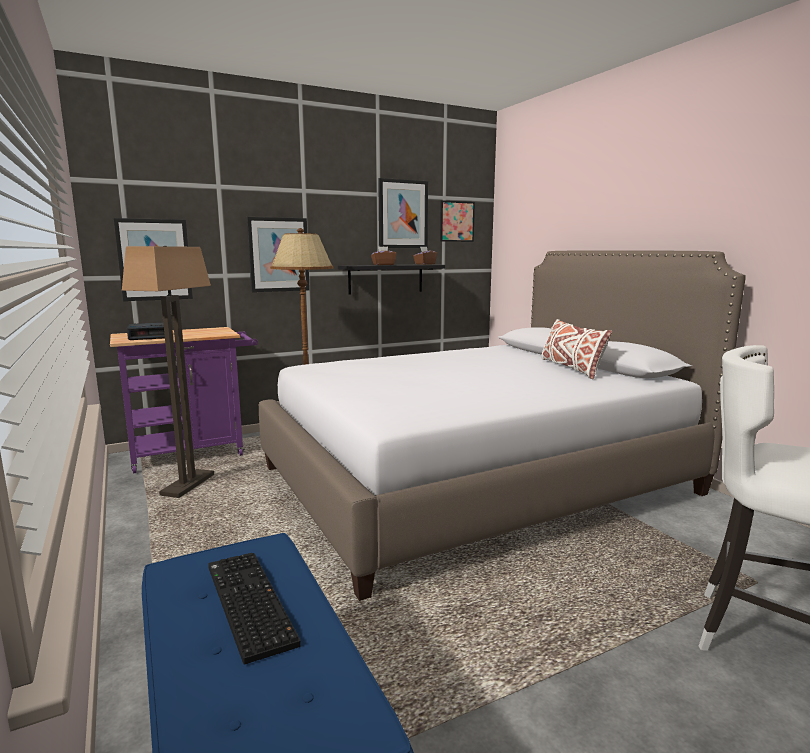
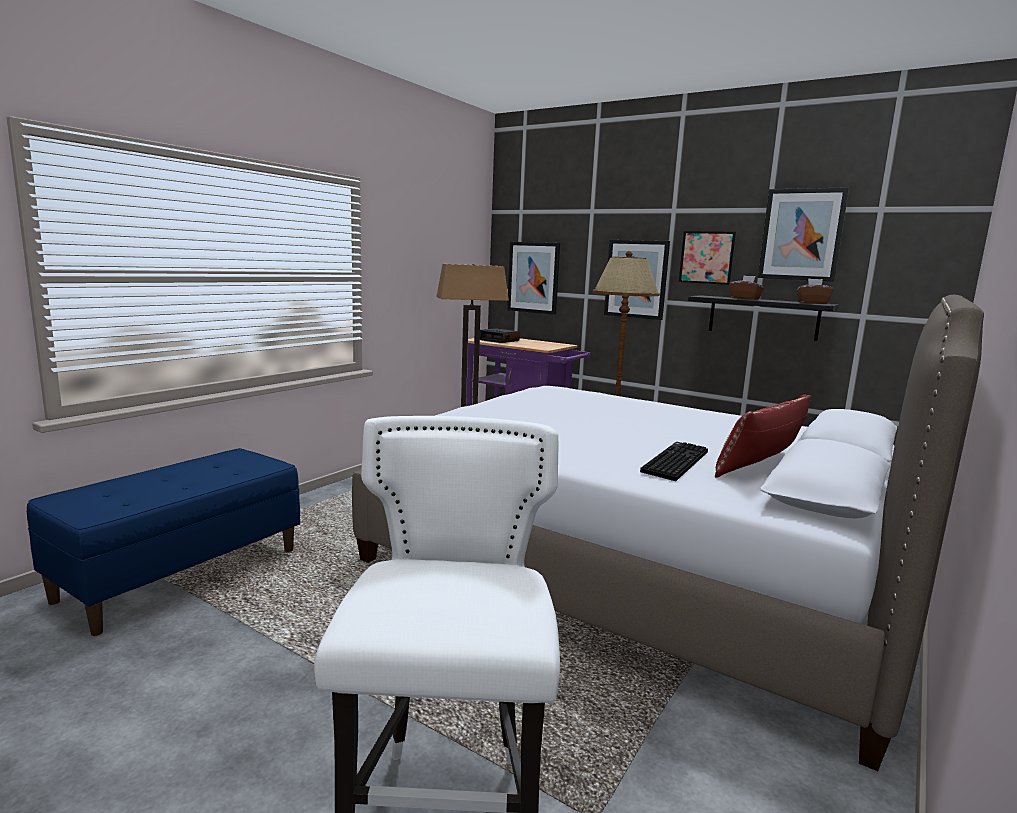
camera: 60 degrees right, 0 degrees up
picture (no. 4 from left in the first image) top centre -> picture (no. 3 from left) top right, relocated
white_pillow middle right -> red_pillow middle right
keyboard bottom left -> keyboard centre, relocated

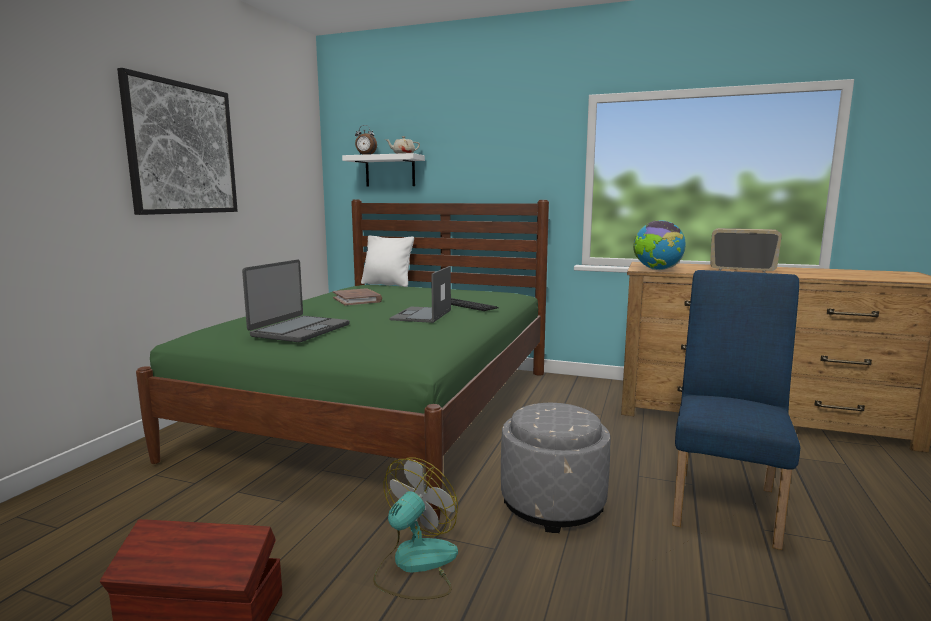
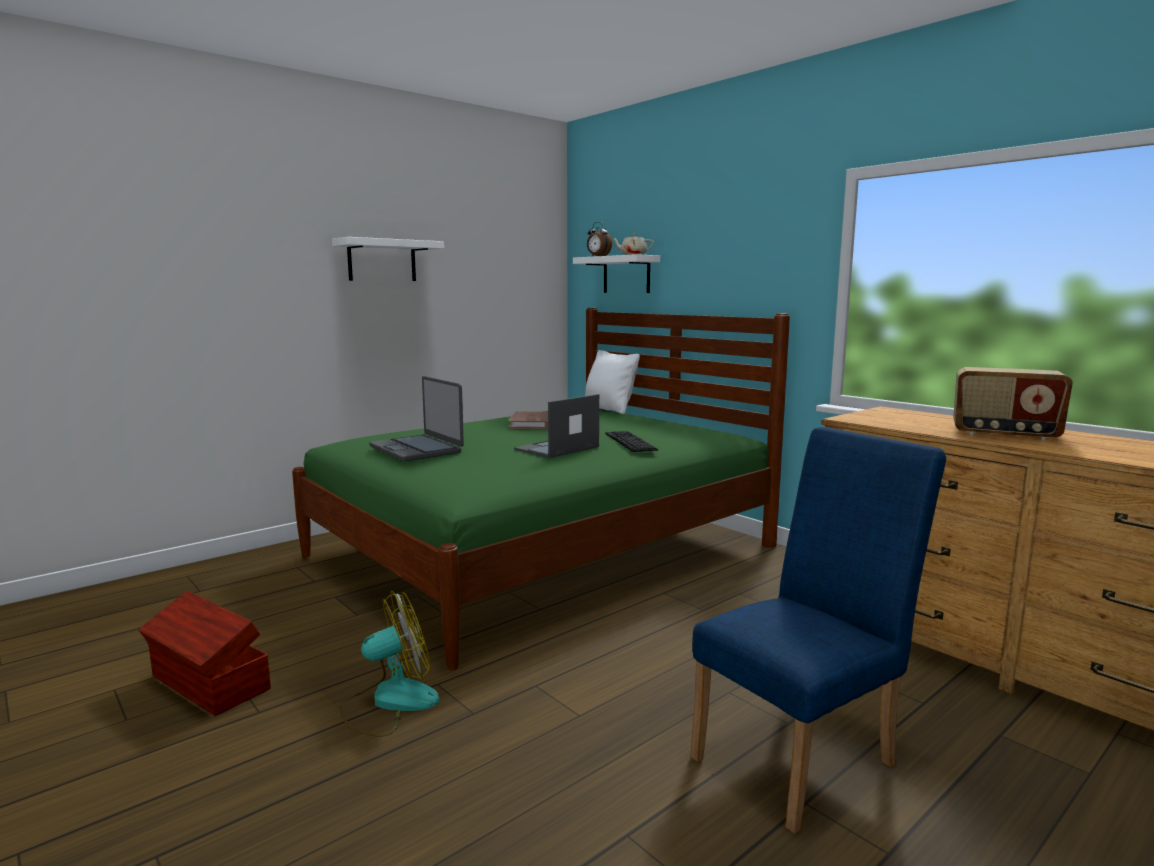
camera: 30 degrees right, 0 degrees up
picture top left -> white_shelf (no. 1 from left) top centre
globe middle right -> none
radio middle right, 150 degrees clockwise
laptop (no. 1 from left) middle left -> laptop (no. 1 from left) centre, 90 degrees clockwise
grey_ottoman bottom centre -> none

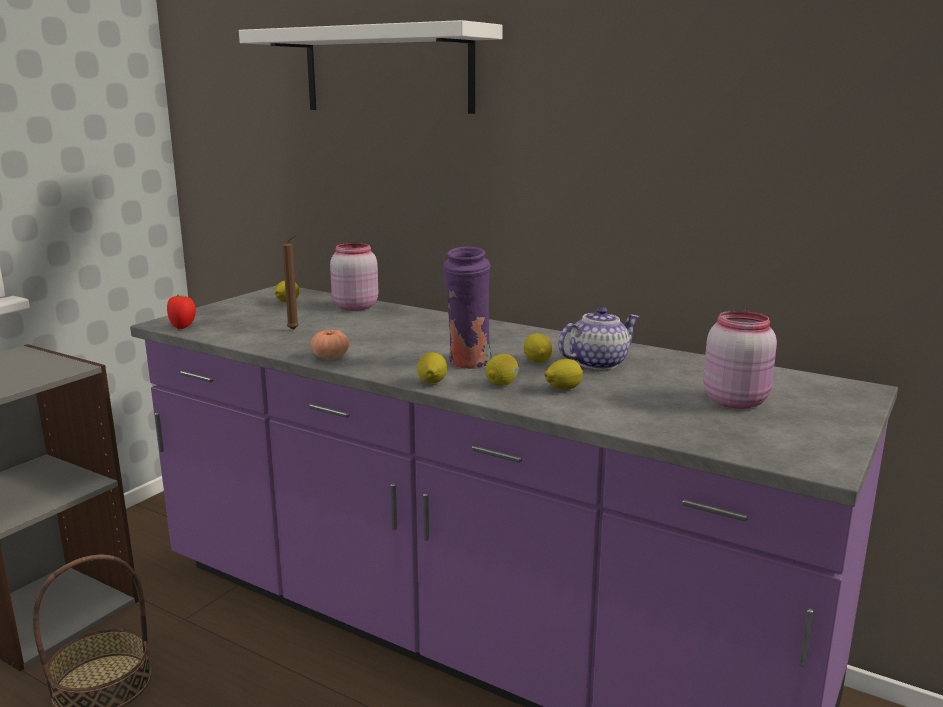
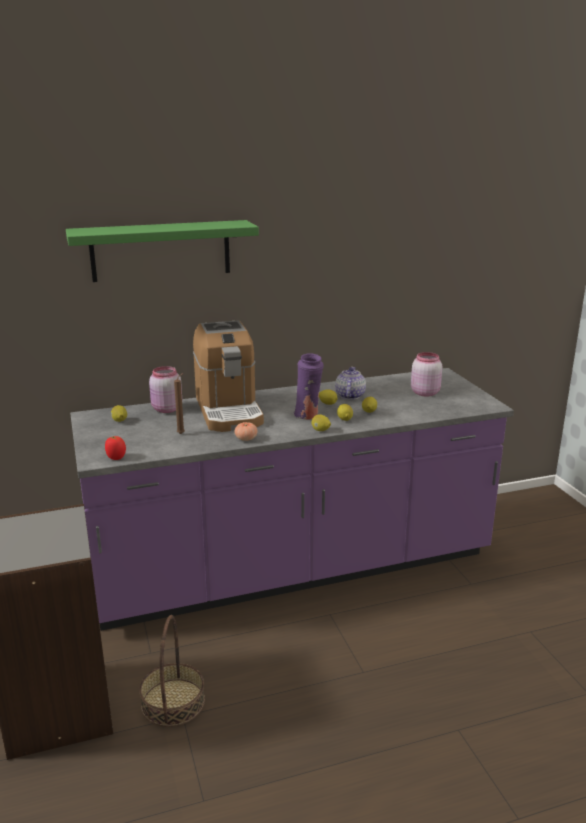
camera: 50 degrees left, 5 degrees up
white_shelf top centre -> green_shelf top left
none -> coffee_machine centre

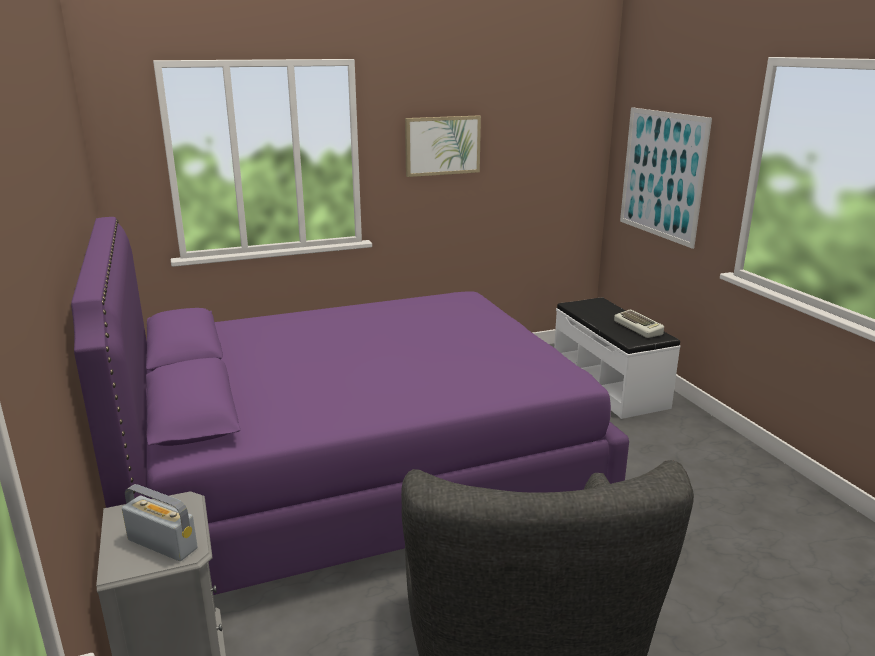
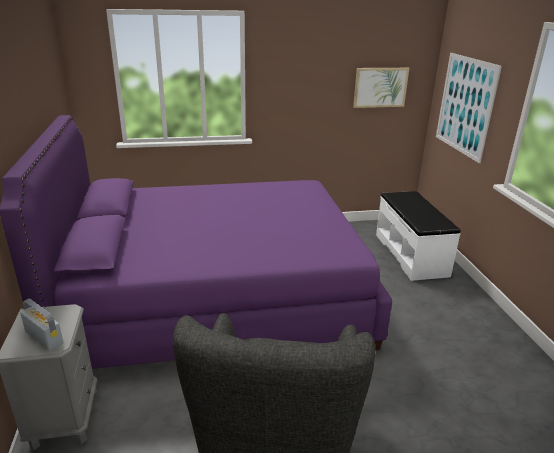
camera: 10 degrees right, 5 degrees up
picture (no. 1 from left) top centre -> picture (no. 1 from left) top right, relocated
keyboard middle right -> none

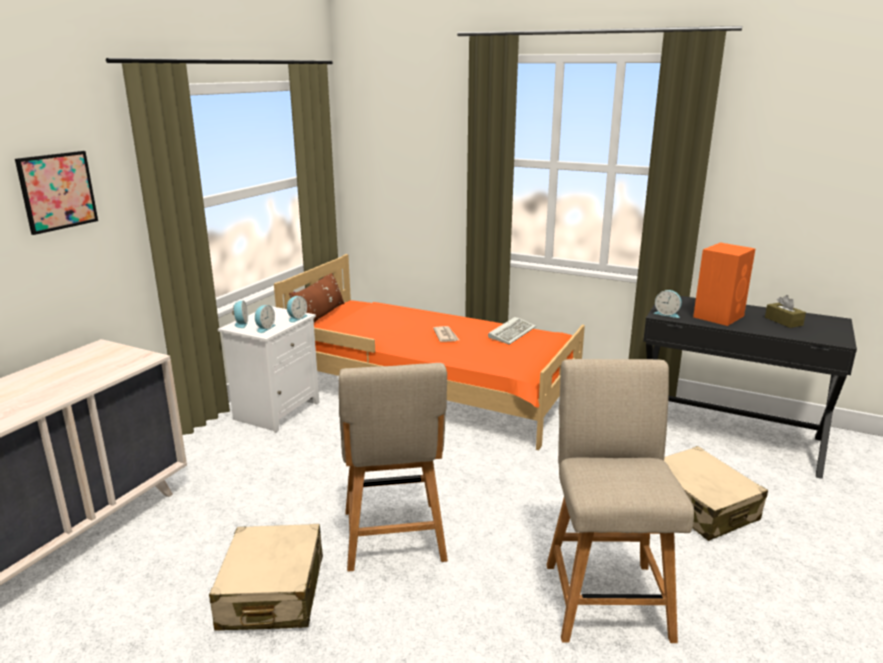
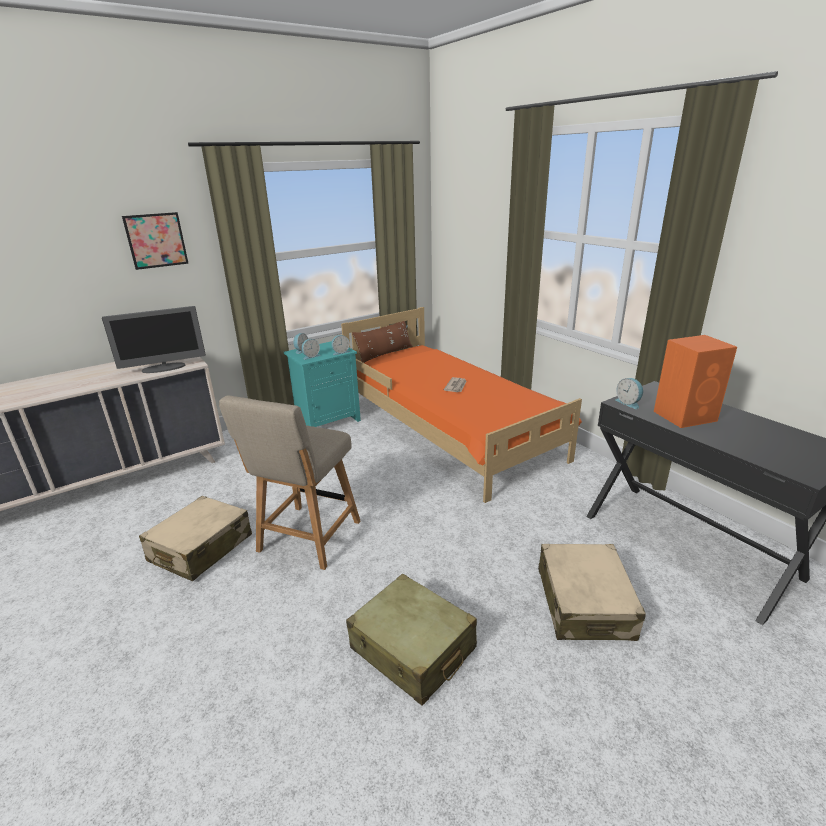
camera: 30 degrees right, 5 degrees up
brown_tissue_box middle right -> none
white_nightstand middle left -> turquoise_nightstand centre
keyboard centre -> none
beige_chair (no. 2 from left) bottom right -> beige_suitcase (no. 2 from left) bottom centre
none -> monitor middle left

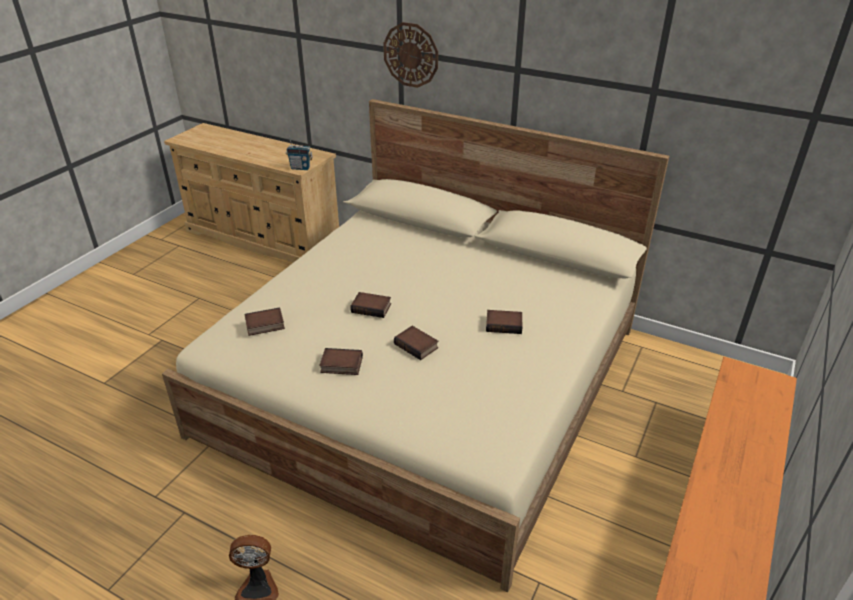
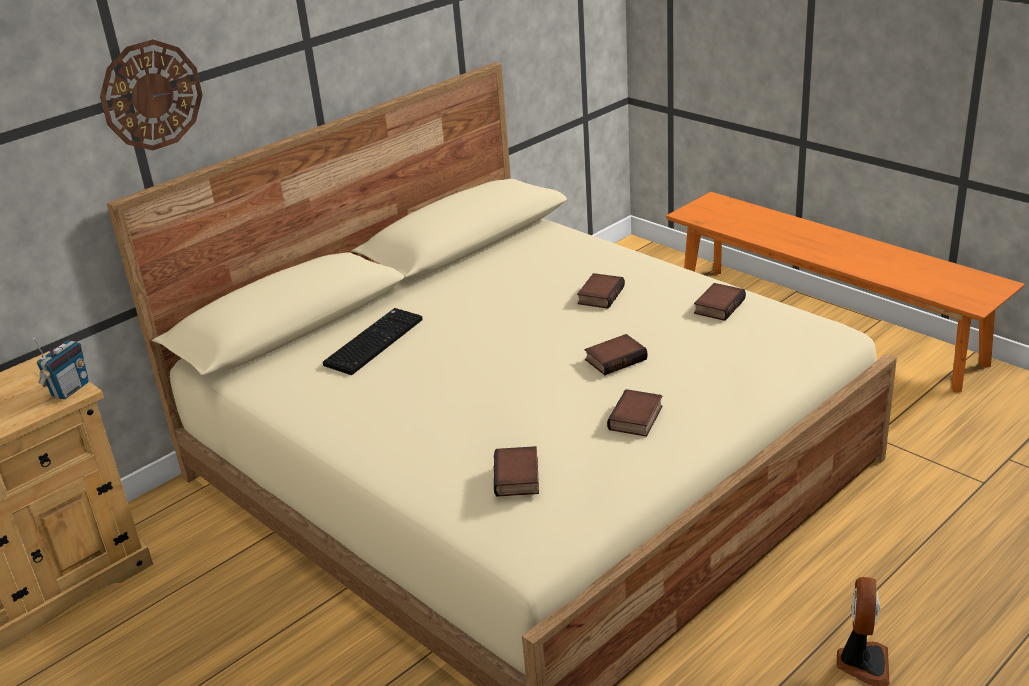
camera: 70 degrees left, 5 degrees down
book (no. 3 from left in the first image) centre -> book (no. 5 from left) middle right, relocated
none -> keyboard centre

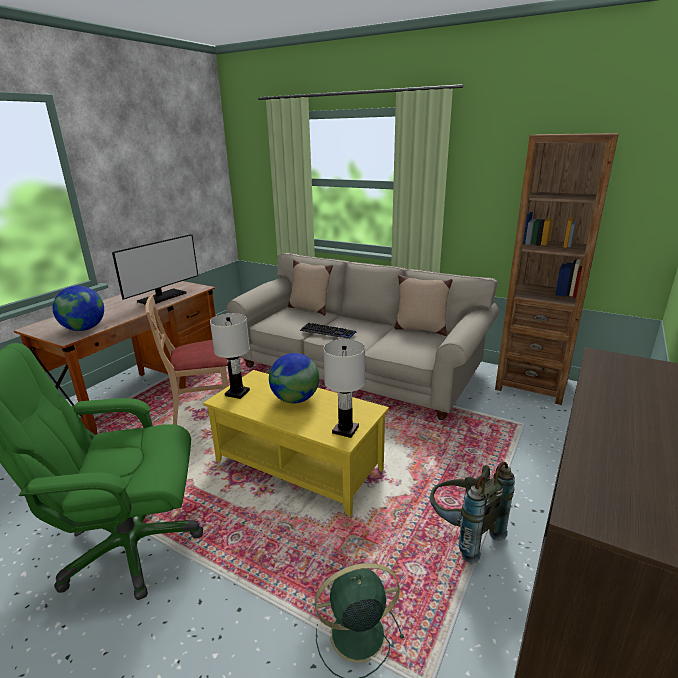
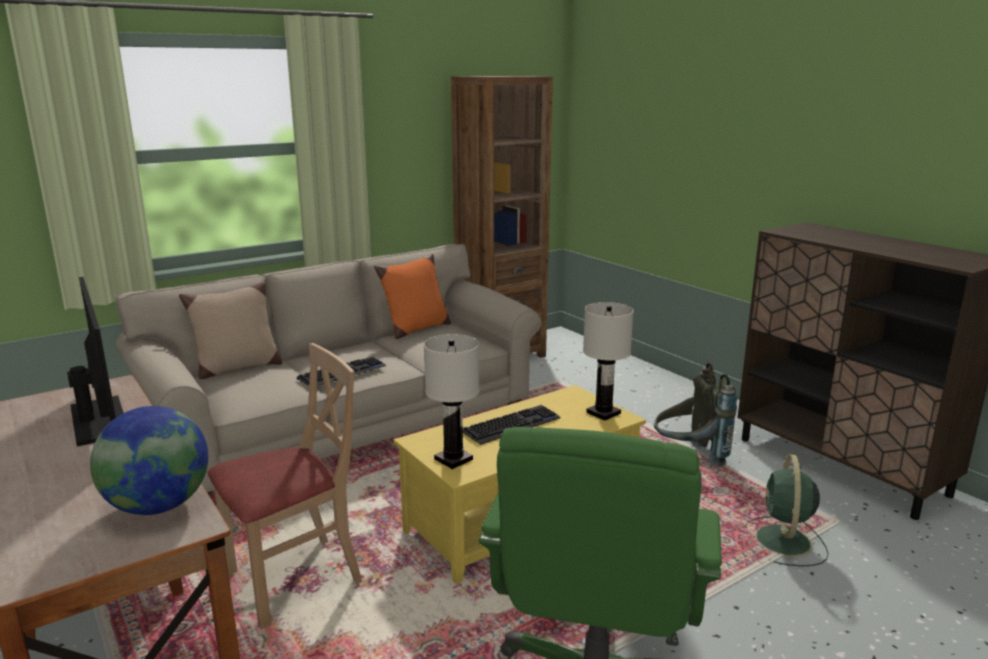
camera: 65 degrees left, 5 degrees down
beige_pillow (no. 2 from left) centre -> orange_pillow centre
beige_chair middle left -> beige_chair bottom left, 135 degrees counterclockwise
globe (no. 2 from left) centre -> keyboard (no. 2 from left) centre

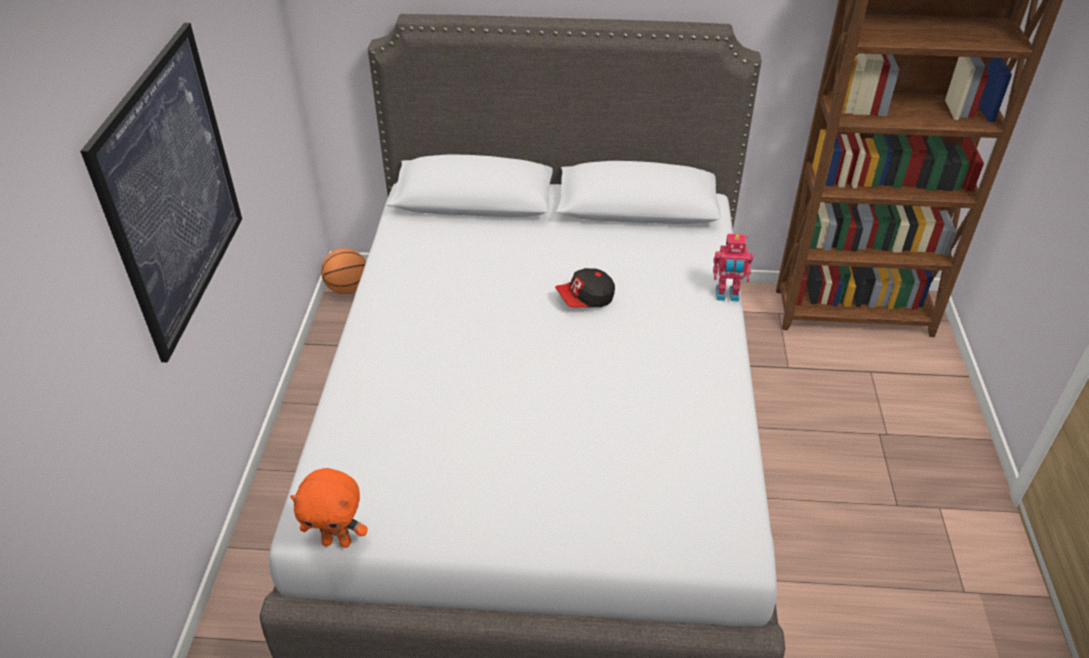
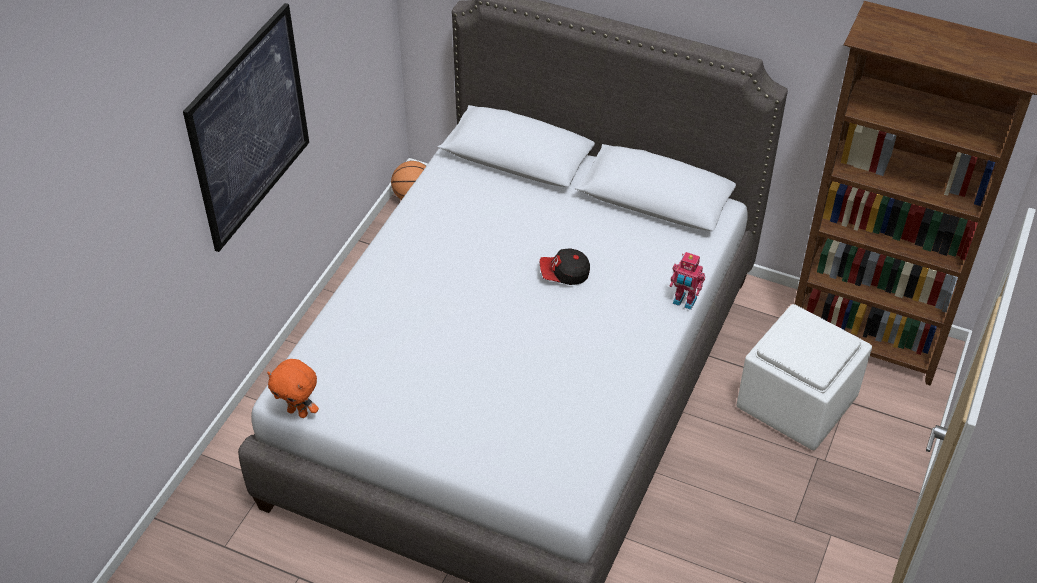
camera: 20 degrees right, 5 degrees up
none -> white_ottoman middle right

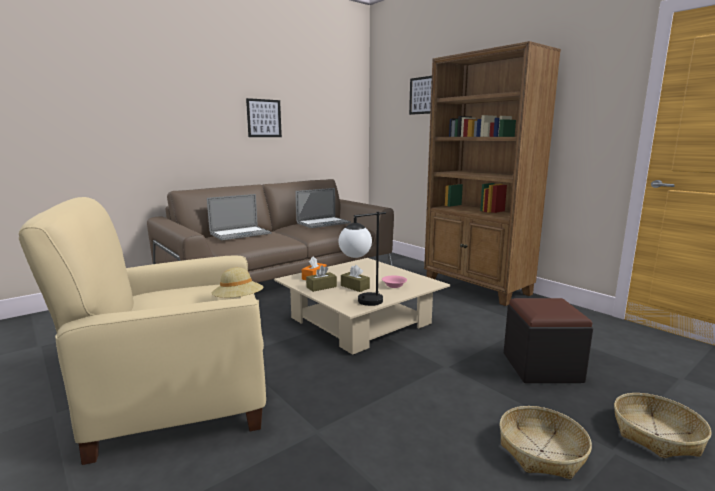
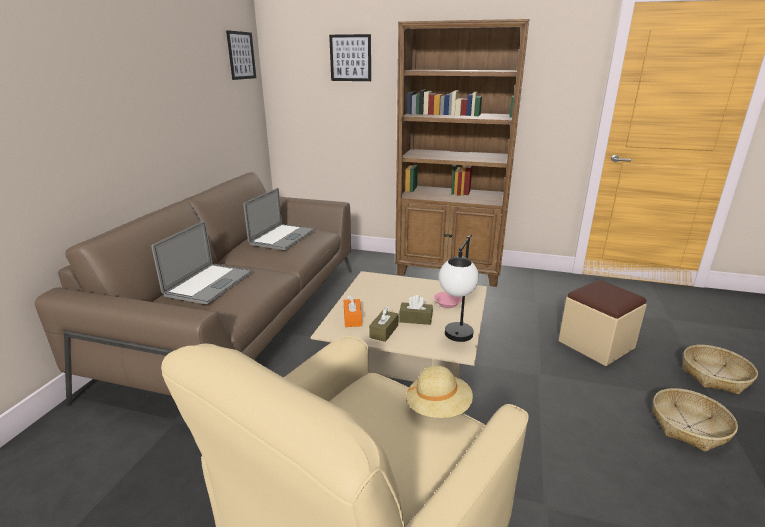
camera: 35 degrees left, 10 degrees up
picture (no. 1 from left) top centre -> picture (no. 1 from left) top left, relocated
black_ottoman bottom right -> beige_ottoman middle right

